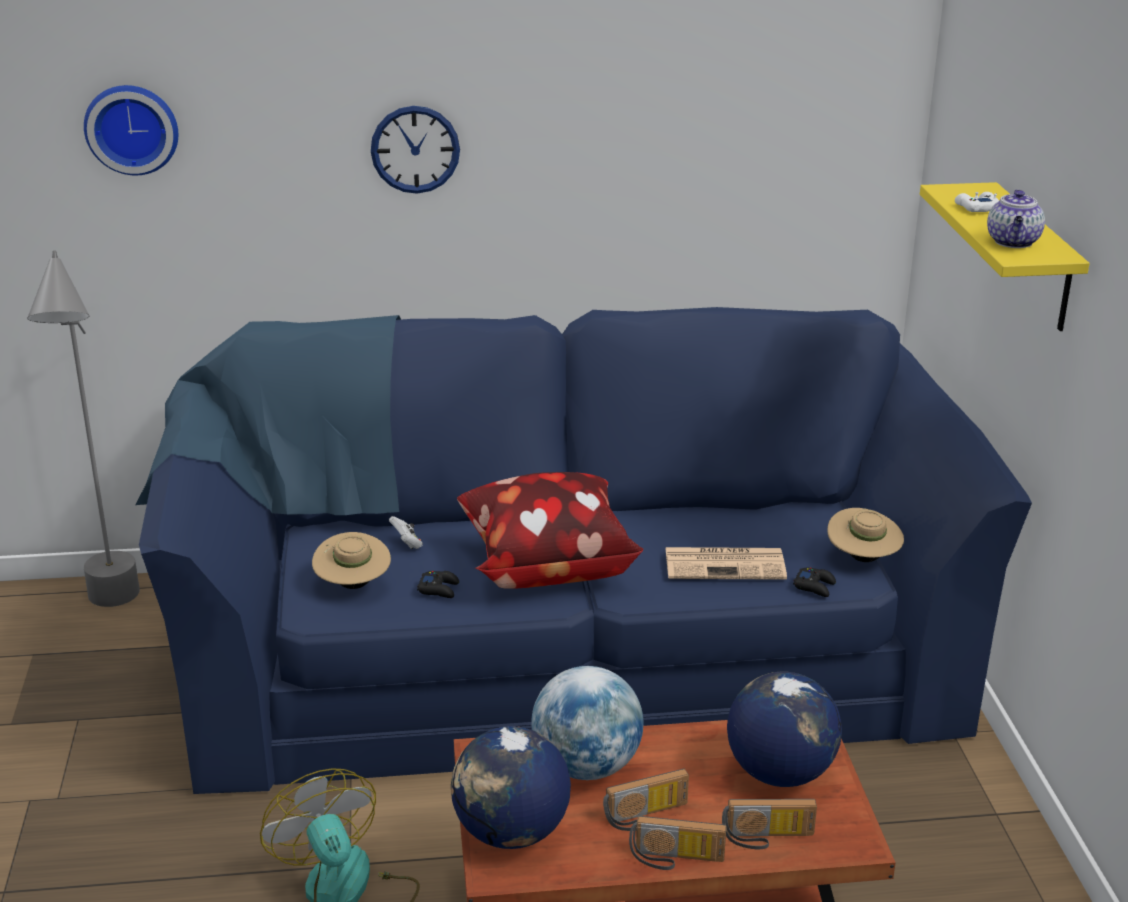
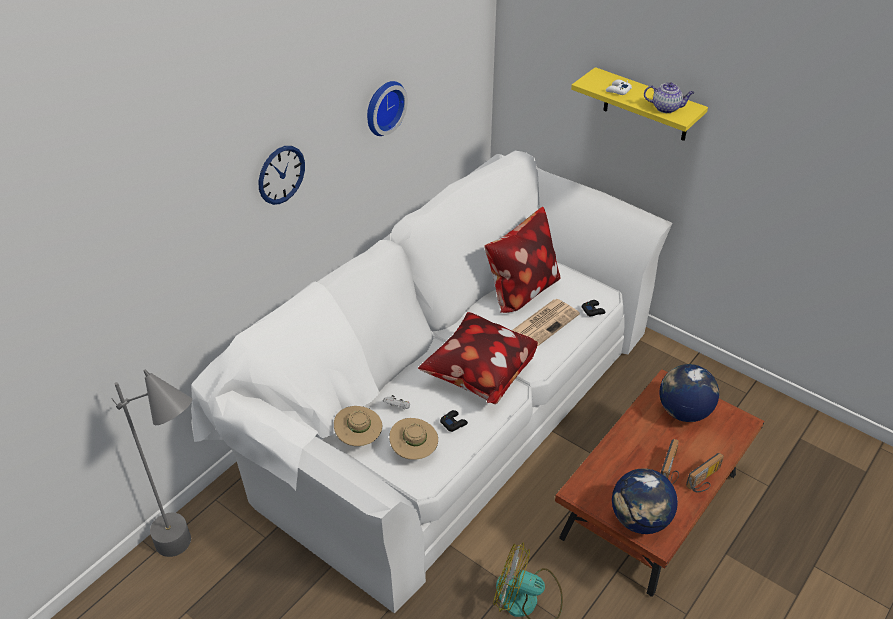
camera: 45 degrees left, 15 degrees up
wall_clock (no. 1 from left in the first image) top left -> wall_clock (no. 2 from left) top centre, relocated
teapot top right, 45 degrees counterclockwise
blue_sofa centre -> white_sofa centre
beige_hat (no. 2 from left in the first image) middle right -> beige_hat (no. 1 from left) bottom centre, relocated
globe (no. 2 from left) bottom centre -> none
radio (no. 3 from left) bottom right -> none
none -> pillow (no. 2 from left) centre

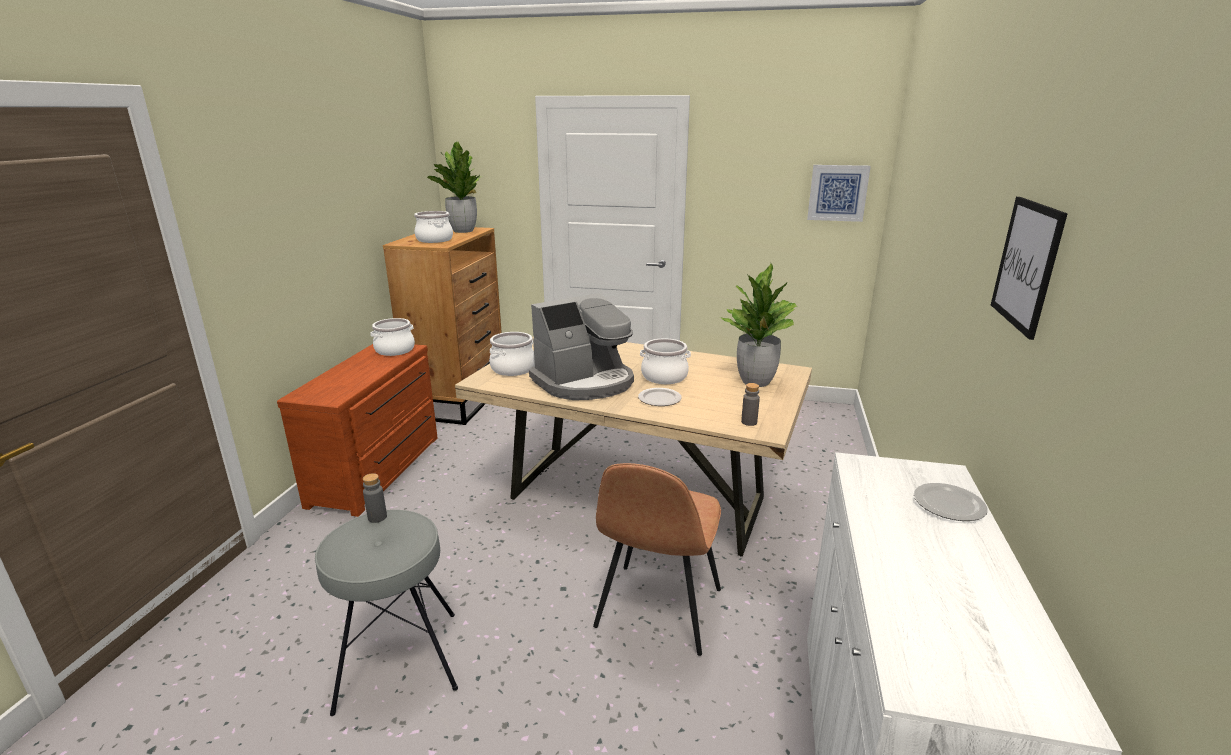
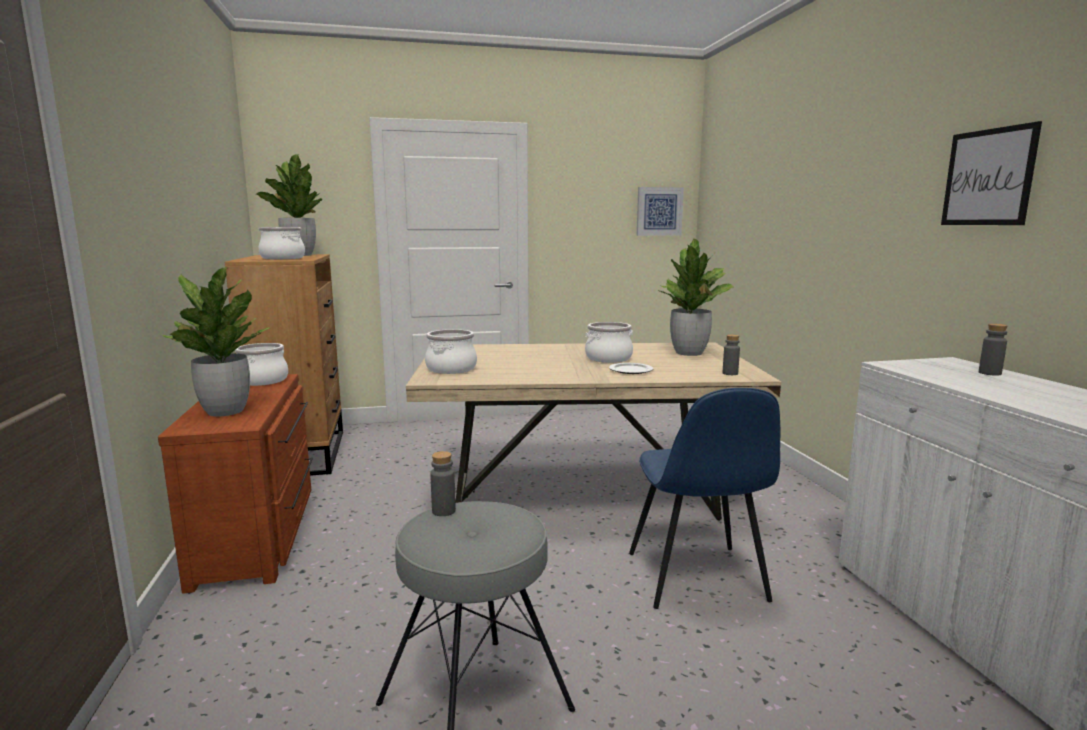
camera: 25 degrees left, 10 degrees down
coffee_machine centre -> none
brown_chair bottom centre -> blue_chair bottom centre
plate (no. 2 from left) middle right -> grey_bottle (no. 3 from left) middle right
none -> potted_plant (no. 1 from left) middle left

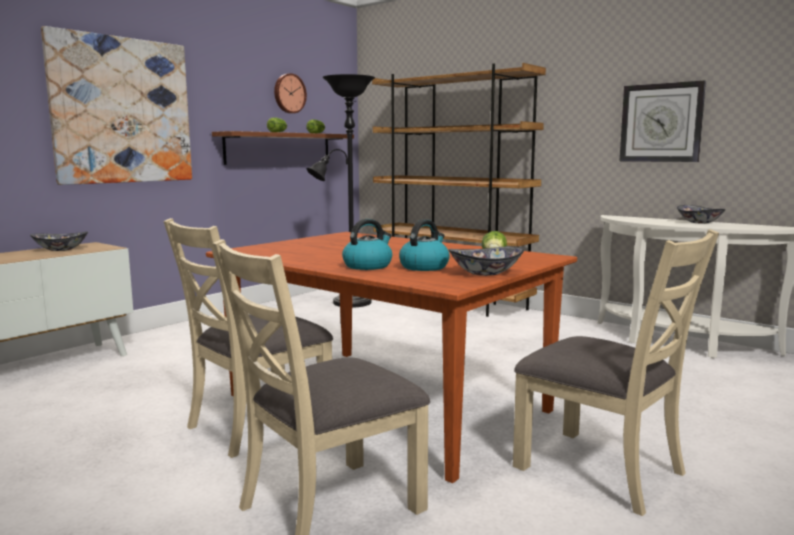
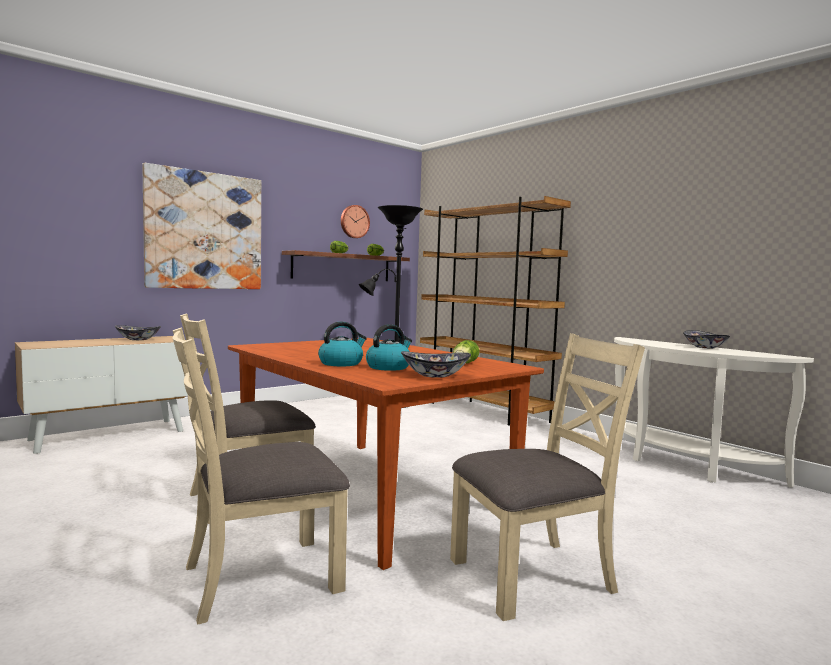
camera: 10 degrees right, 5 degrees down
wall_clock (no. 2 from left) top right -> none
beige_chair (no. 3 from left) bottom right -> beige_chair (no. 3 from left) bottom centre, 75 degrees counterclockwise

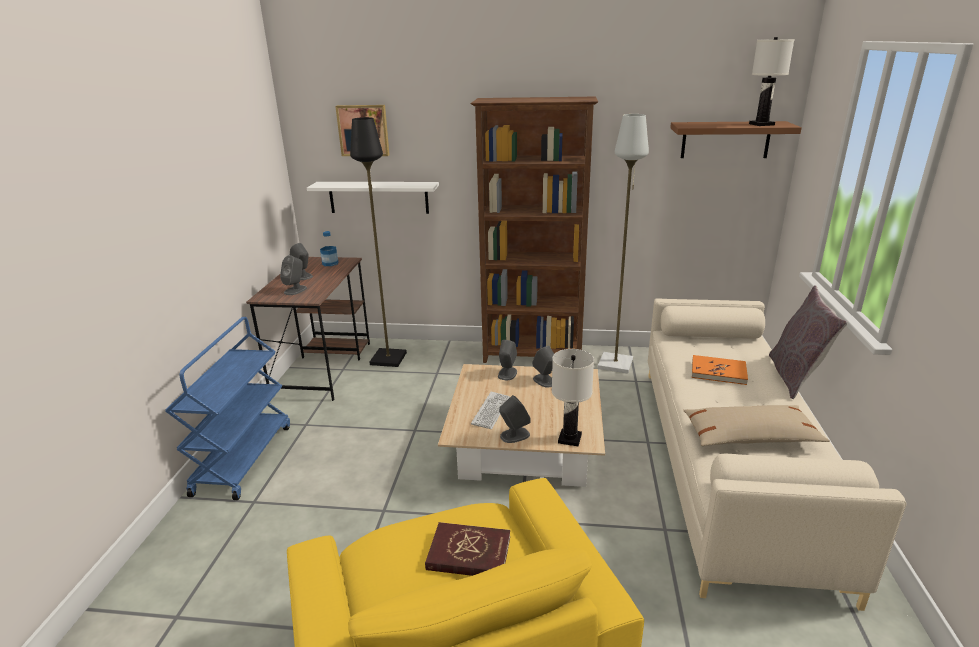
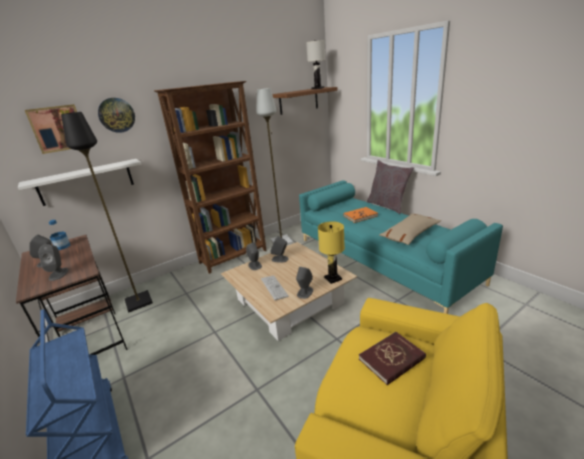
camera: 40 degrees left, 0 degrees up
beige_sofa bottom right -> turquoise_sofa middle right
white_table_lamp (no. 1 from left) centre -> yellow_table_lamp centre
none -> wall_clock top left

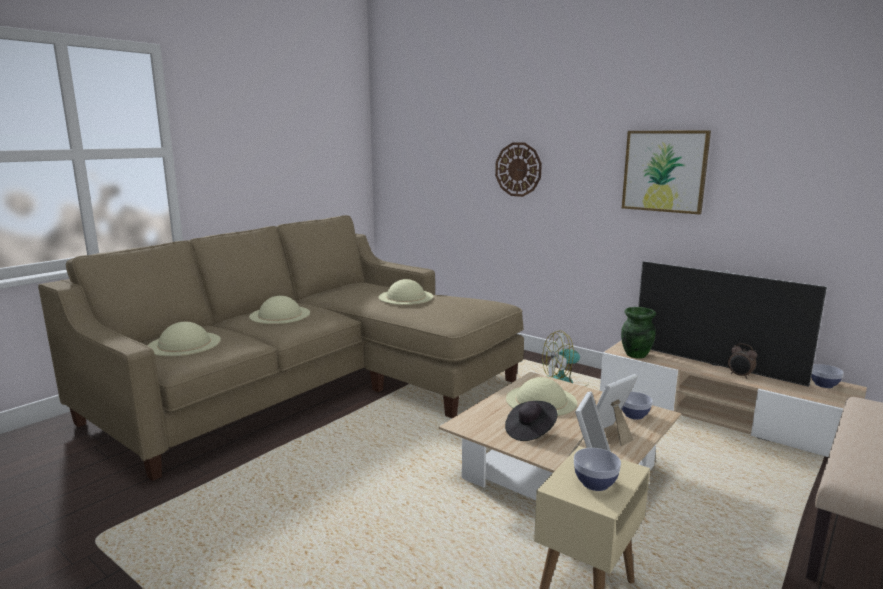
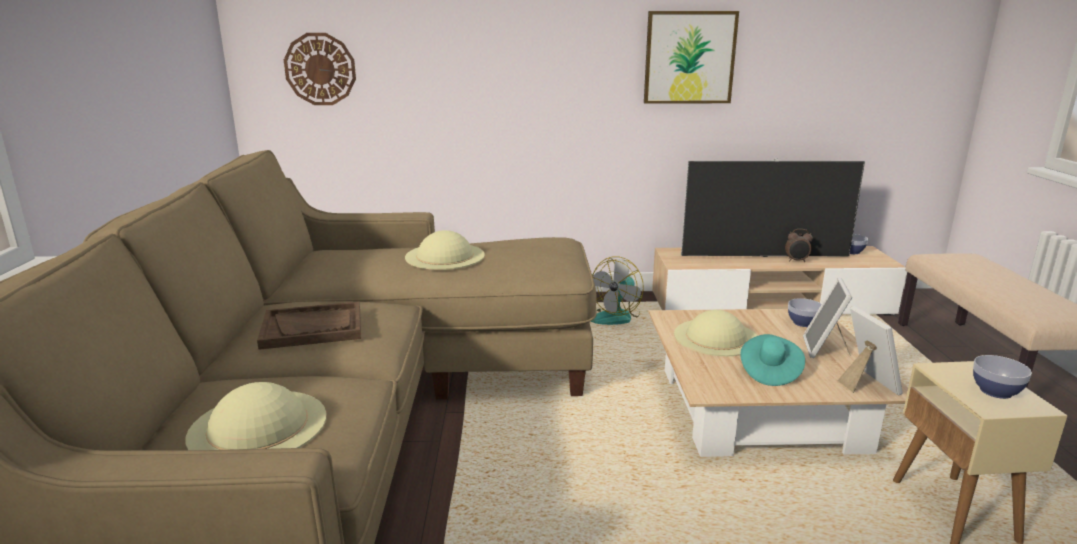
camera: 40 degrees left, 5 degrees up
wall_clock top centre -> wall_clock top left, relocated
beige_hat (no. 2 from left) middle left -> brown_tray middle left
green_vase middle right -> none
black_hat bottom centre -> turquoise_hat middle right

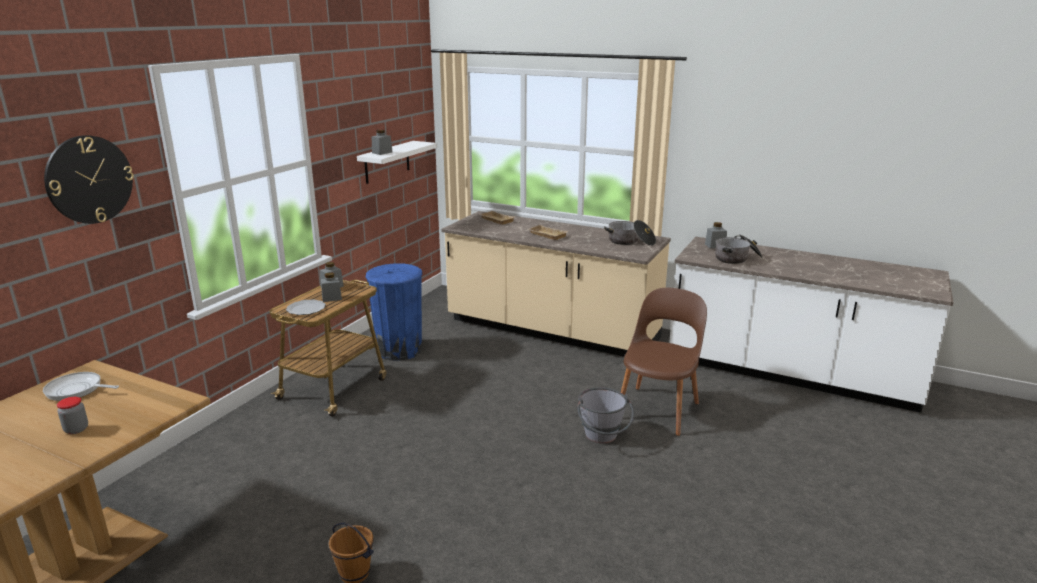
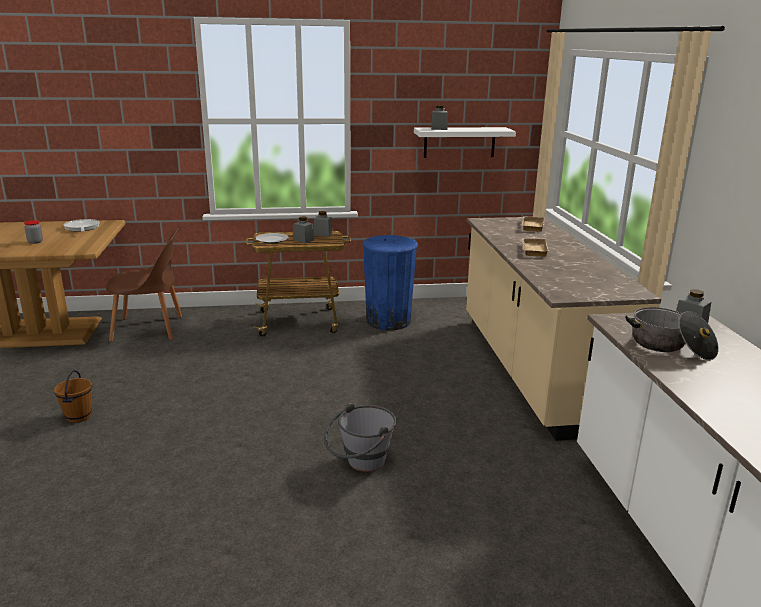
camera: 55 degrees right, 0 degrees up
wall_clock top left -> none
cooking_pot (no. 1 from left) centre -> none
brown_chair centre -> brown_chair middle left, relocated

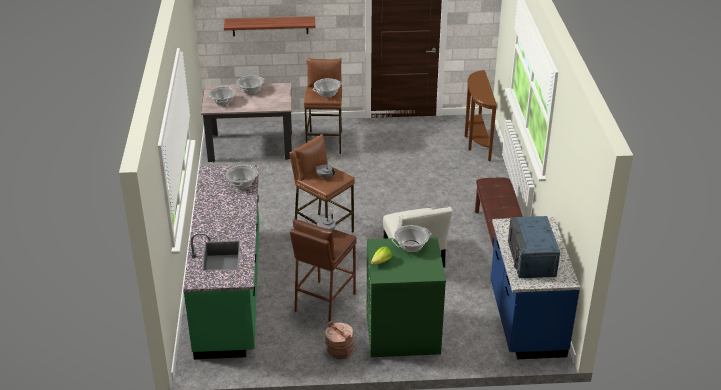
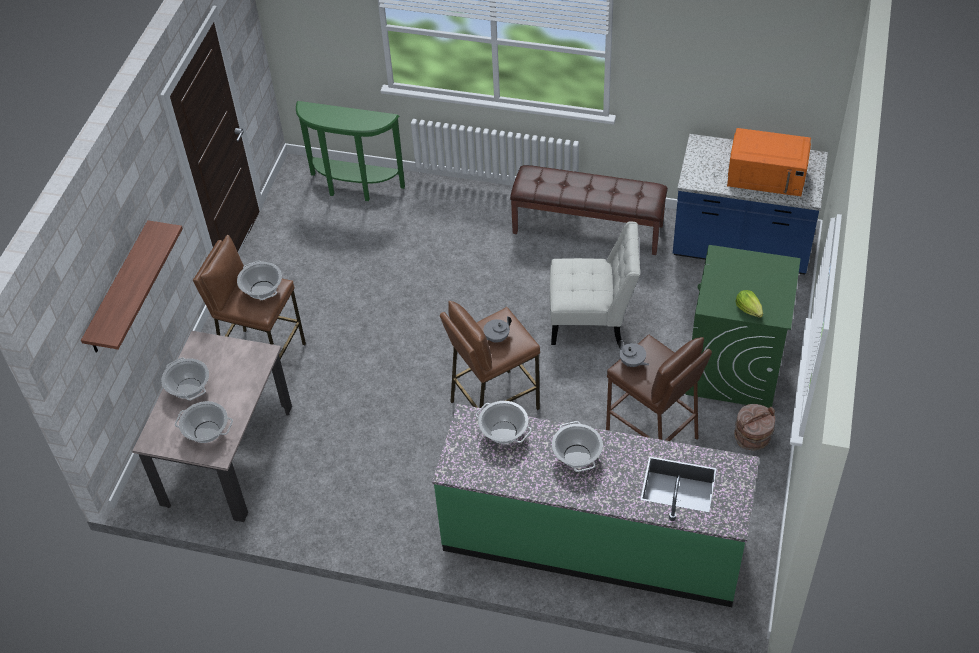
camera: 70 degrees left, 15 degrees up
brown_console_table top right -> green_console_table top centre
blue_microwave middle right -> orange_microwave top right
cooking_pot (no. 5 from left) centre -> cooking_pot (no. 5 from left) bottom centre, relocated

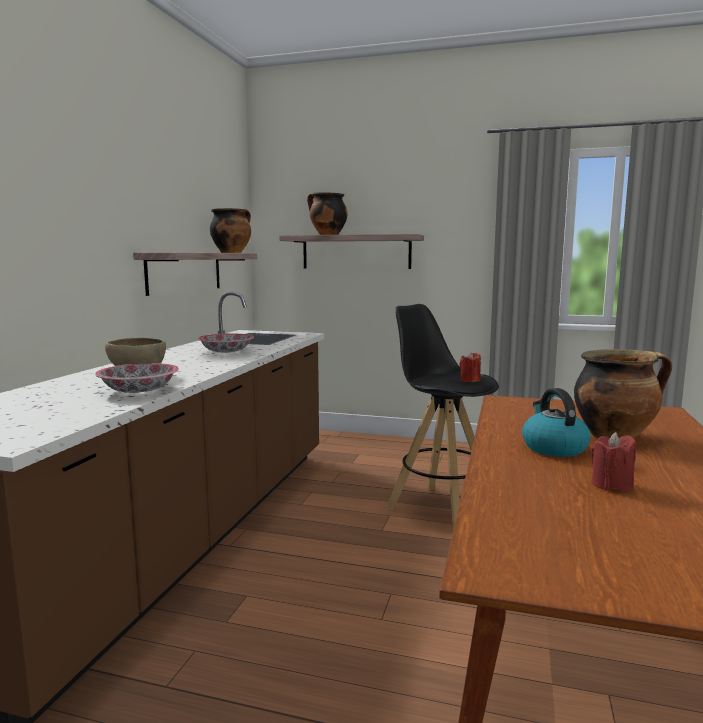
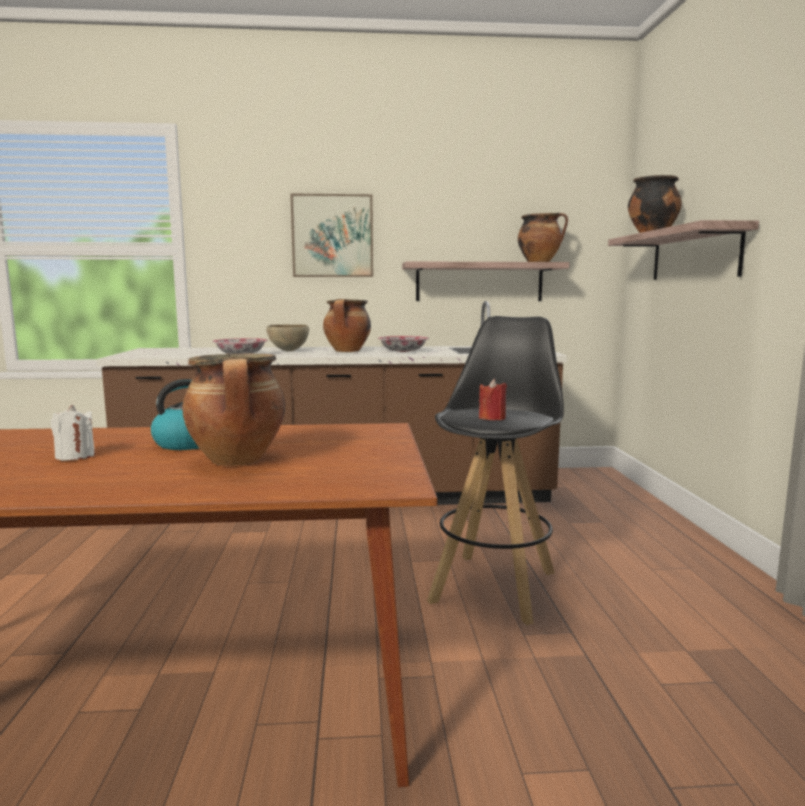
camera: 70 degrees right, 0 degrees up
red_candle (no. 2 from left) middle right -> white_candle middle left
none -> picture top centre
none -> cooking_pot (no. 2 from left) centre

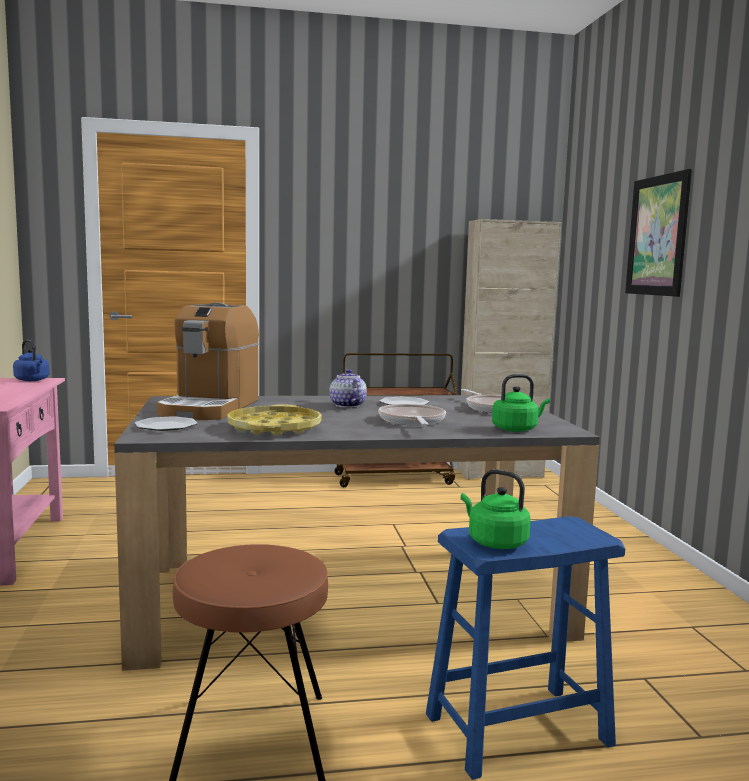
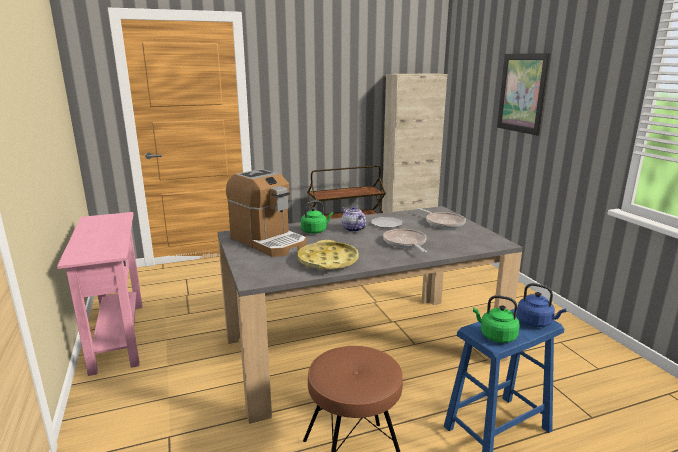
camera: 10 degrees left, 10 degrees up
coffee_machine middle left -> coffee_machine centre, 45 degrees counterclockwise
blue_kettle middle left -> blue_kettle bottom right, relocated
green_kettle (no. 2 from left in the first image) middle right -> green_kettle (no. 1 from left) centre, relocated
plate (no. 1 from left) middle left -> none

